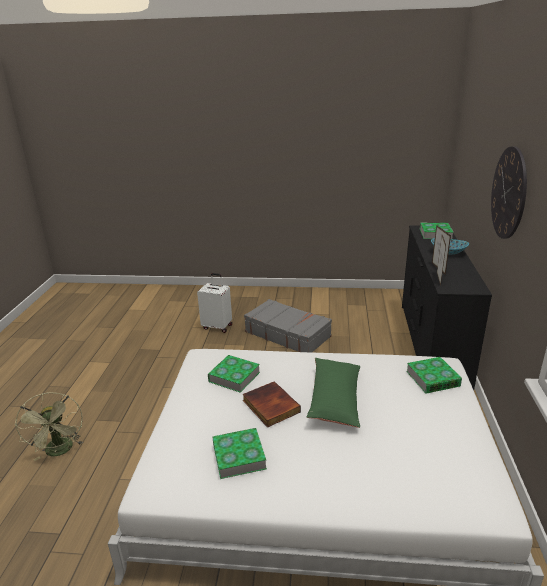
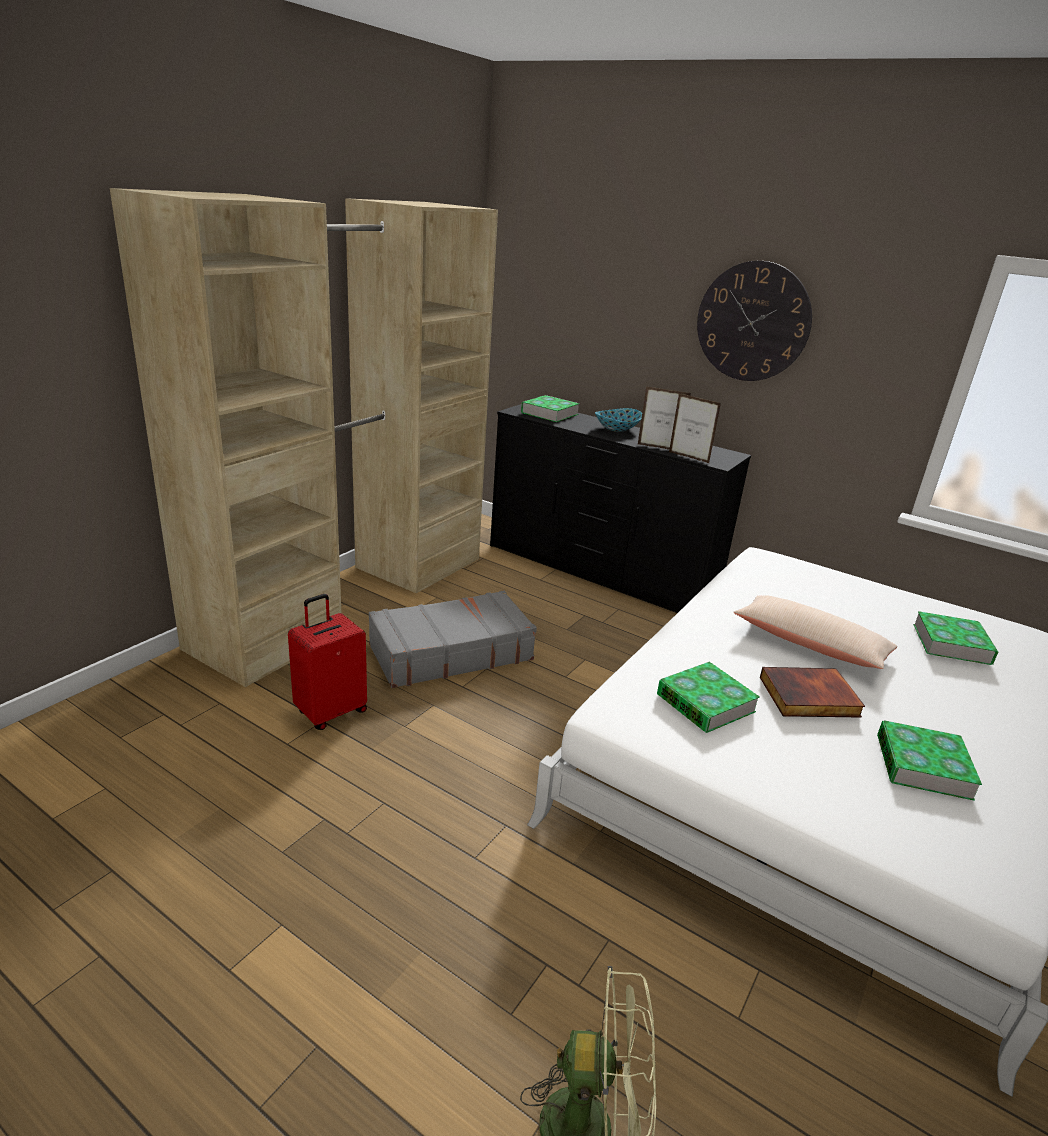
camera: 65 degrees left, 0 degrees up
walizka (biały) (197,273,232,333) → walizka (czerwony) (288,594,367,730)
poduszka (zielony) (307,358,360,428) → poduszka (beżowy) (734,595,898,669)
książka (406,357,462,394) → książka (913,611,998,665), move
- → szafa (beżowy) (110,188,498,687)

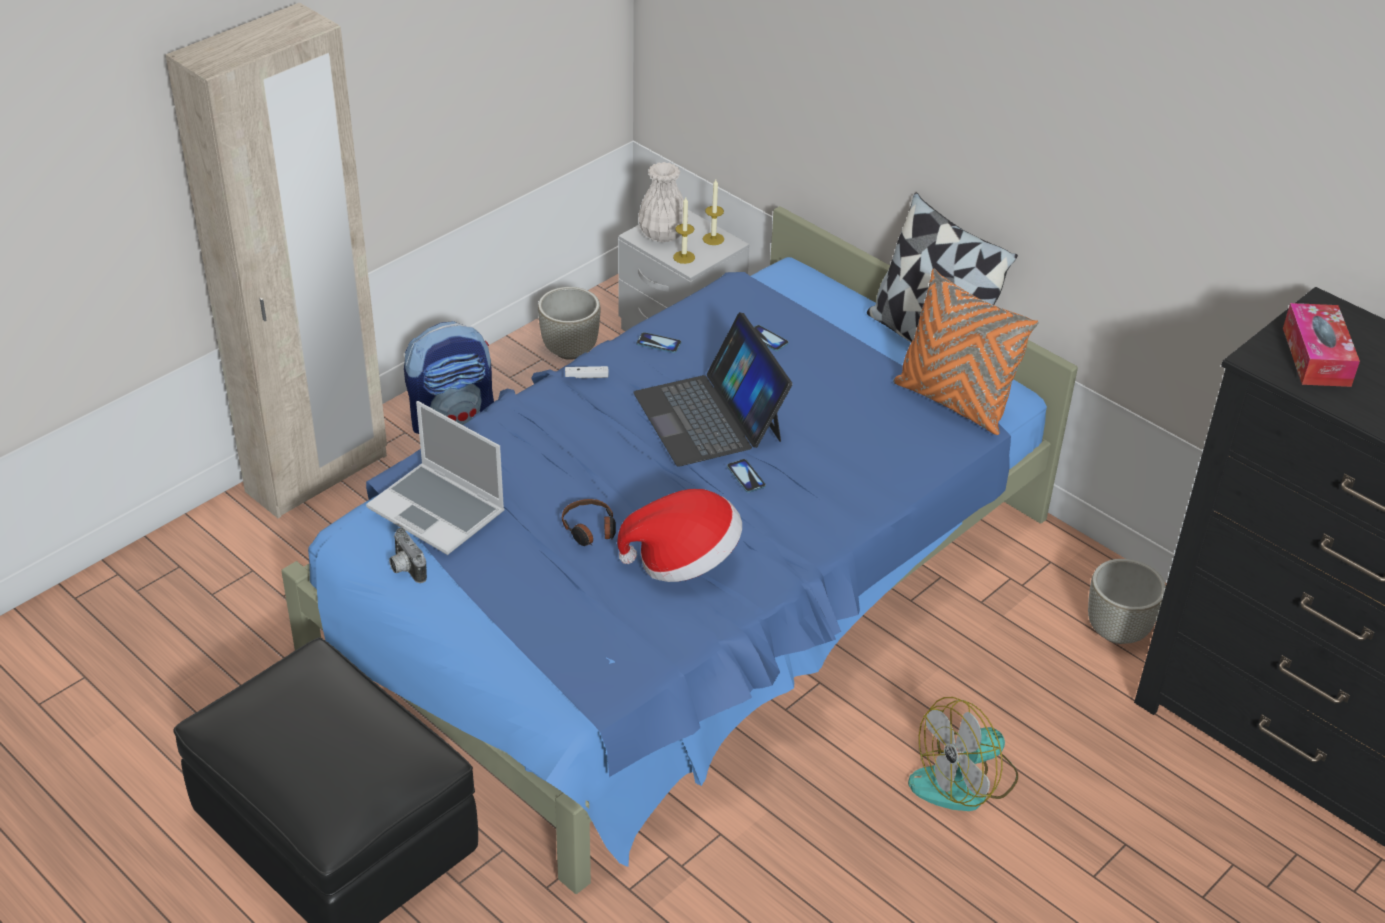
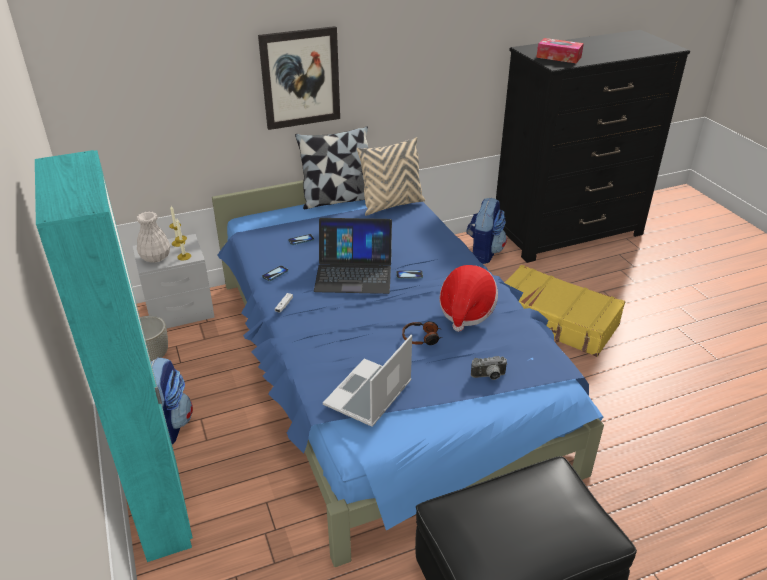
camera: 65 degrees left, 5 degrees down
szafa (beżowy) (166,3,387,518) → szafa (turkusowy) (35,150,193,562)
laptop (366,401,505,555) → laptop (323,335,412,427), 150 degrees clockwise
aparat fotograficzny (389,528,427,583) → aparat fotograficzny (471,356,508,380), move
poduszka (pomarańczowy) (893,269,1039,435) → poduszka (beżowy) (357,137,425,216)
wentylator (908,697,1018,811) → walizka (żółty) (504,265,625,357)
donica (szary) (1088,559,1166,644) → plecak (466,198,507,264)
- → obraz (258,26,340,130)

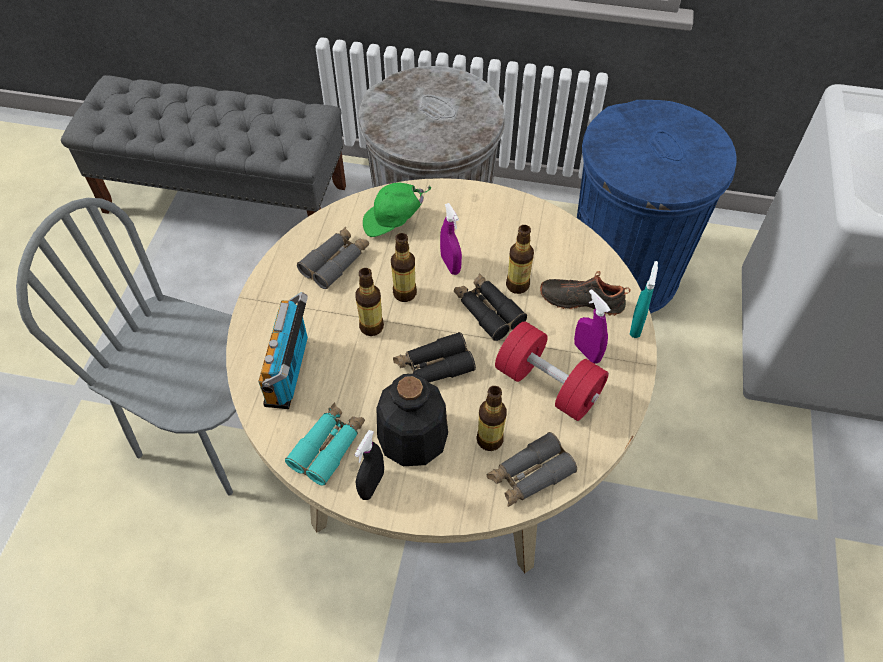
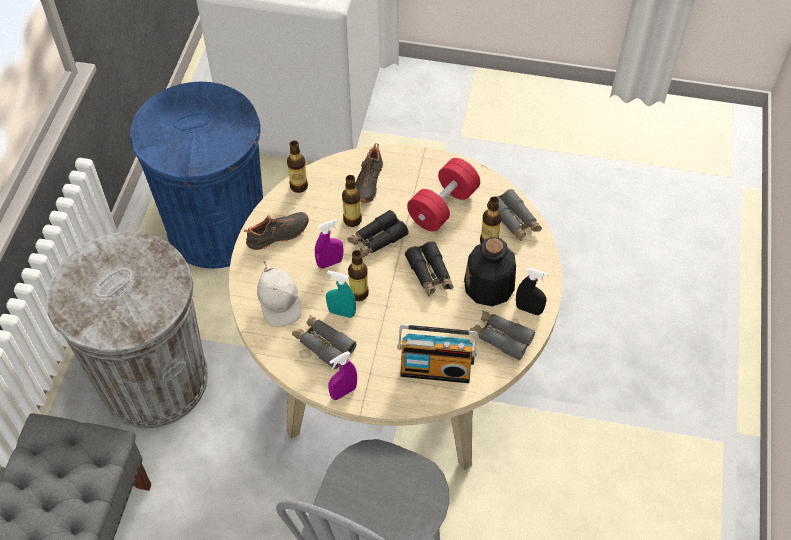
camera: 90 degrees left, 0 degrees up
lornetka (turkusowy) (285,402,365,486) → lornetka (szary) (470,310,535,360)
butelka (355,268,384,336) → butelka (287,140,308,193), move
czapka z daszkiem (zielony) (363,183,431,237) → czapka z daszkiem (biały) (257,261,301,327)
spryskiwacz (fioletowy) (574,289,610,364) → spryskiwacz (fioletowy) (328,351,357,400), move
spryskiwacz (turkusowy) (630,261,658,338) → spryskiwacz (turkusowy) (326,271,356,318), move
- → but (czarny) (244,212,309,250)

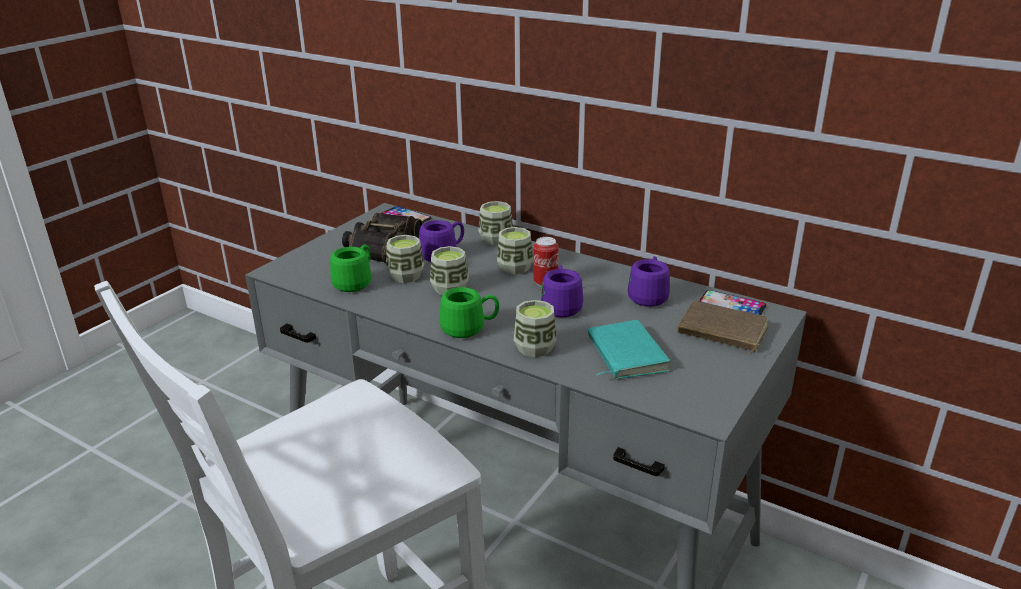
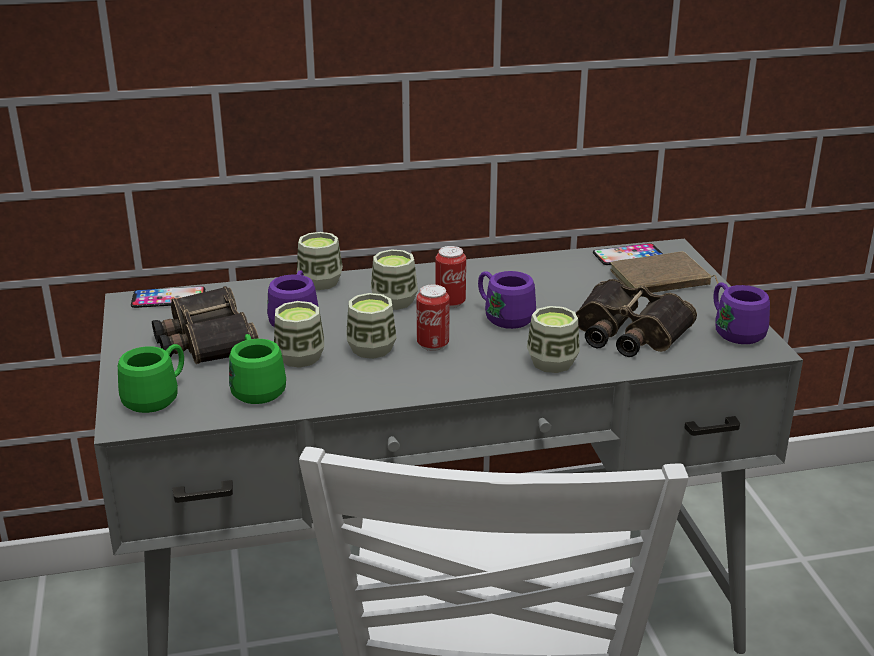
camera: 45 degrees left, 0 degrees up
kubek (zielony) (440,287,499,338) → kubek (zielony) (118,344,184,413), move
książka (turkusowy) (588,320,670,379) → lornetka (576,279,697,357)
kubek (fioletowy) (628,256,670,307) → kubek (fioletowy) (713,282,770,344), move
- → puszka (416,284,449,351)

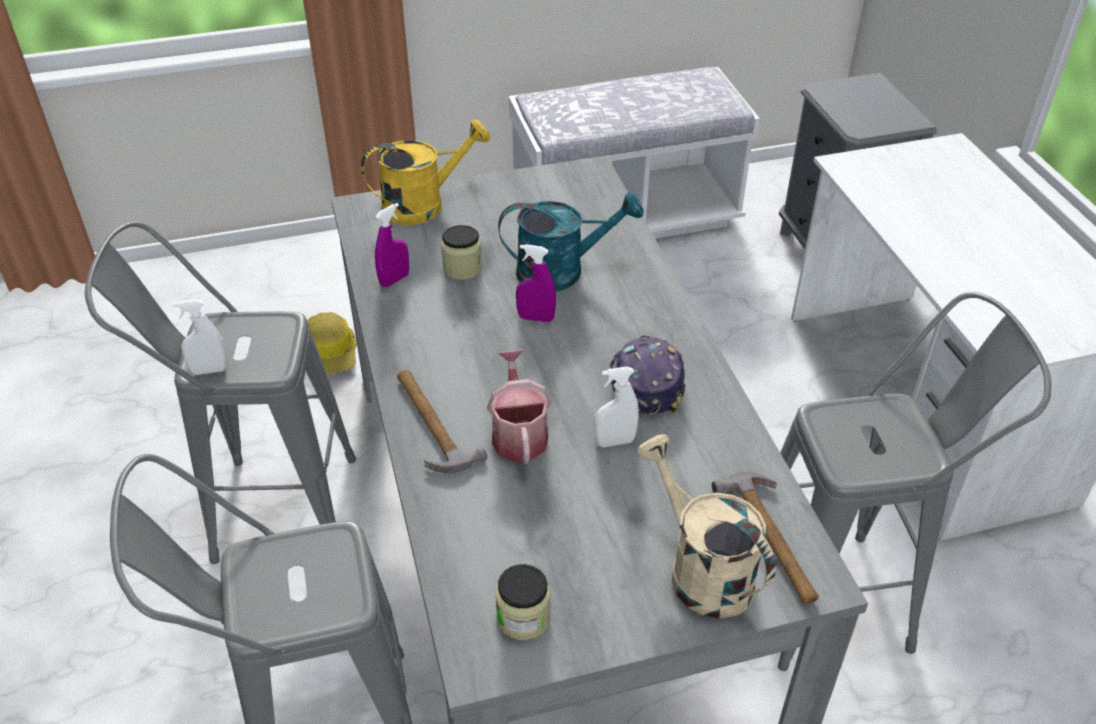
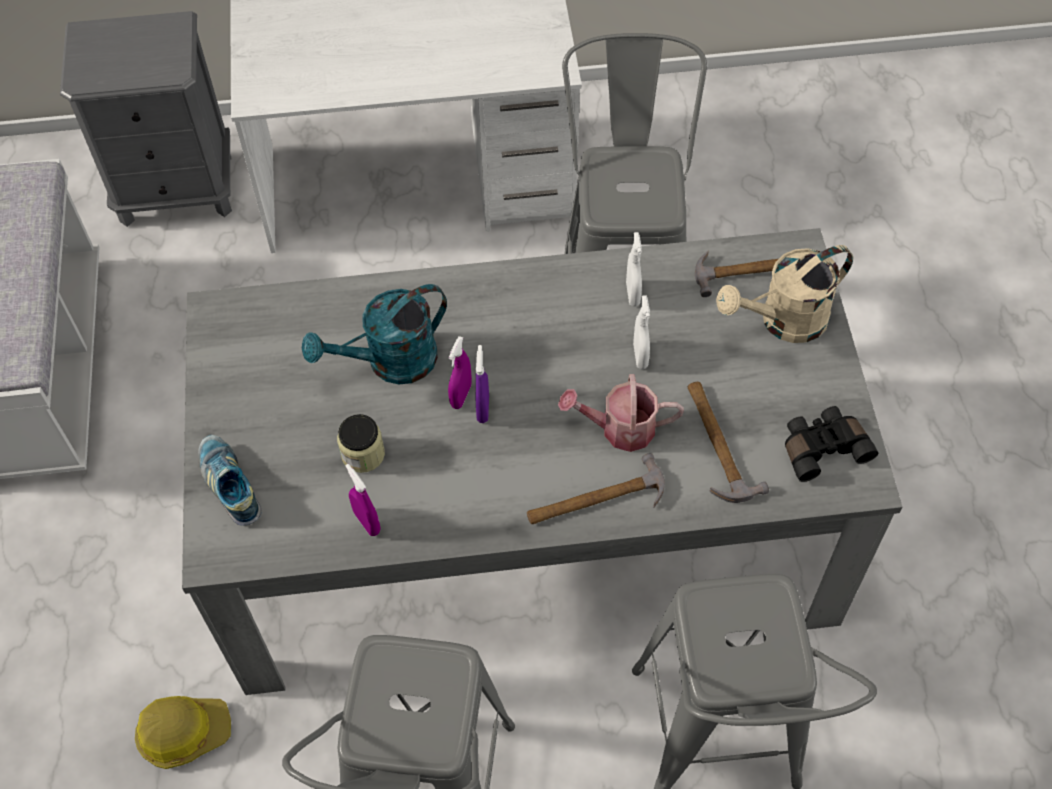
camera: 80 degrees left, 15 degrees up
spryskiwacz (biały) (173,299,228,375) → spryskiwacz (biały) (626,232,642,307), move
konewka (żółty) (361,120,490,225) → but (198,435,262,526)
słoik (495,564,550,640) → lornetka (czarny) (785,406,878,482)
konewka (turkusowy) (498,192,643,291) → konewka (turkusowy) (302,284,447,384), 120 degrees counterclockwise
czapka z daszkiem (609,336,686,415) → -
- → spryskiwacz (fioletowy) (476,345,489,423)
- → młotek (688,382,769,503)

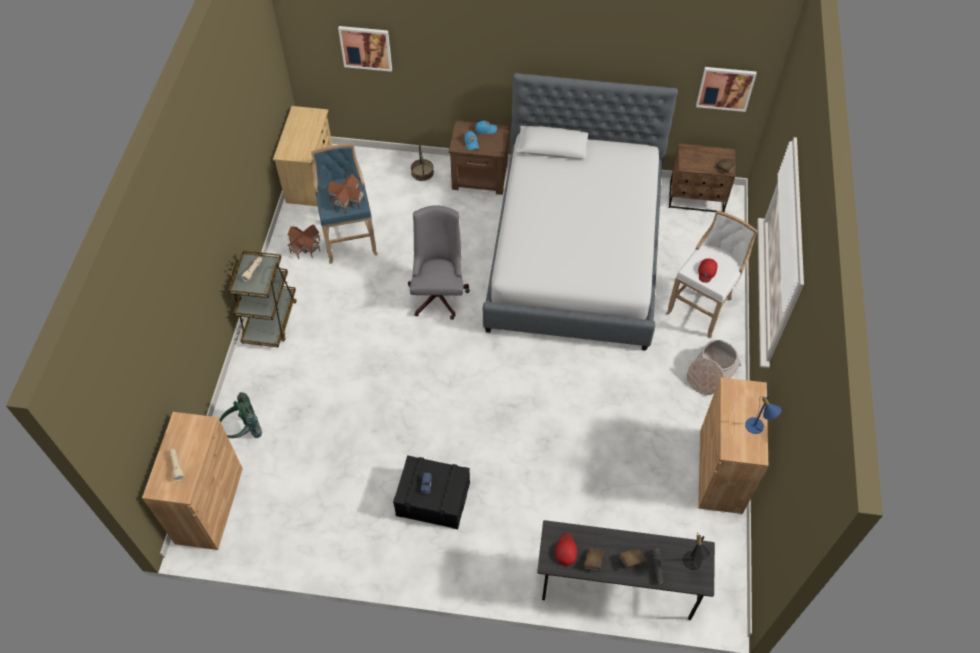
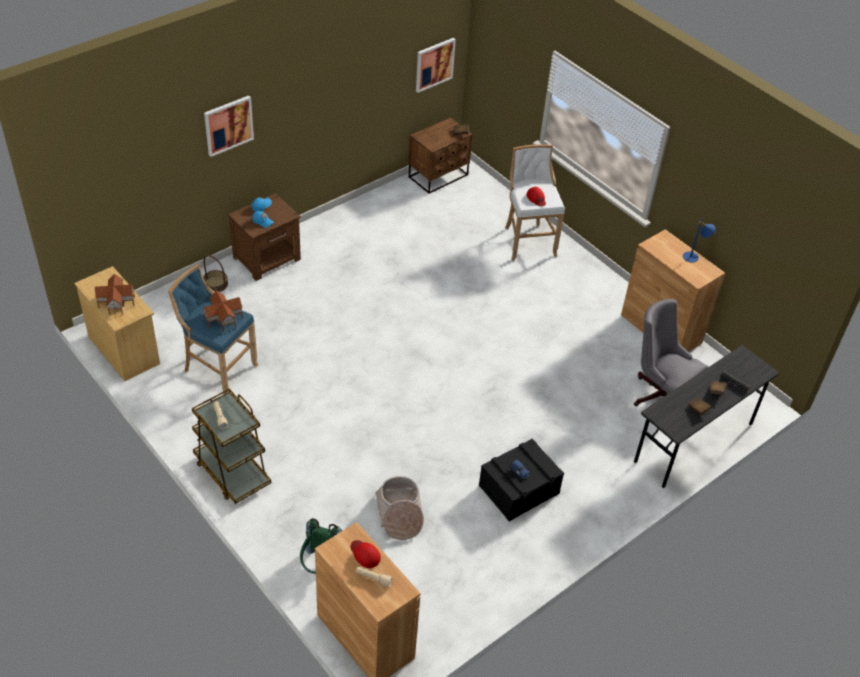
camera: 50 degrees left, 10 degrees down
domek (287,224,320,259) → domek (95,274,135,315), move
obraz (338,26,392,72) → obraz (204,96,254,157), move
krzesło biurowe (szary) (408,205,470,320) → krzesło biurowe (szary) (634,299,708,406), move
łóżko (483,73,678,351) → -
czapka z daszkiem (czerwony) (555,533,577,566) → czapka z daszkiem (czerwony) (351,540,381,568), move
lampa stołowa (czarny) (682,533,711,570) → -
koszyk (687,340,741,395) → koszyk (375,476,424,540), move

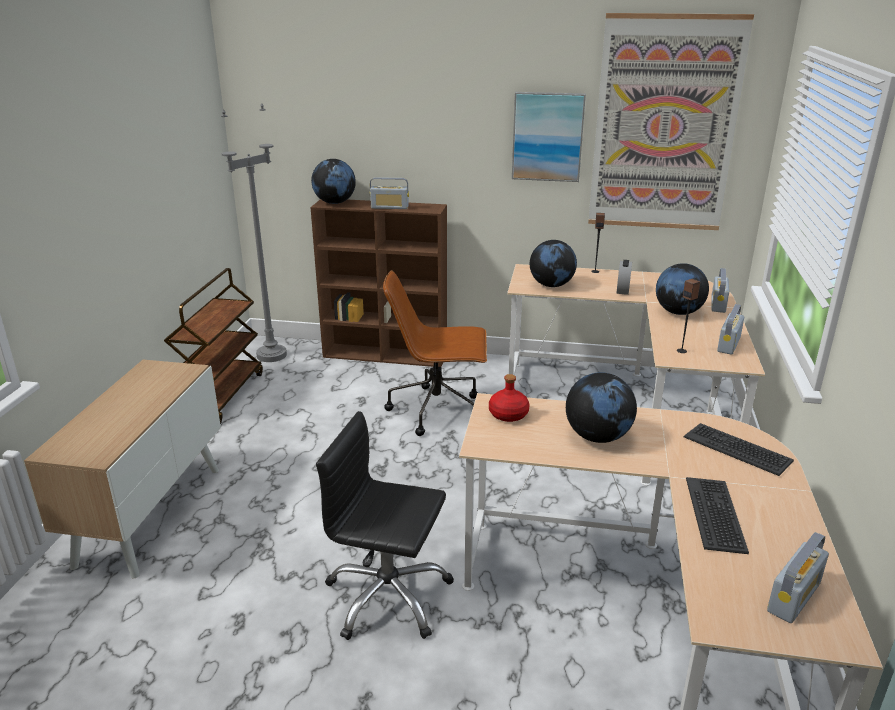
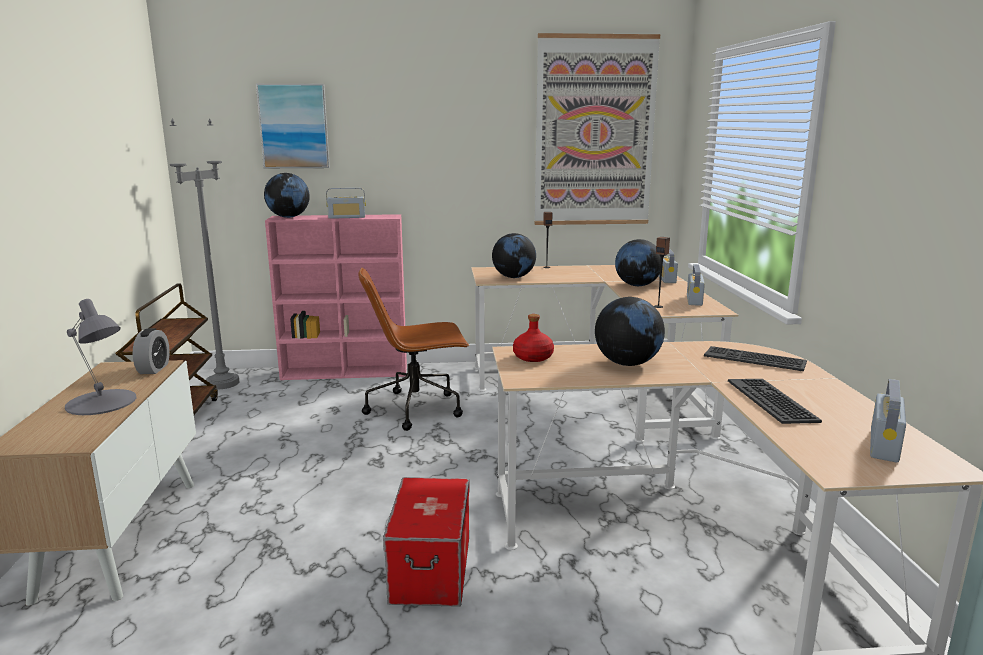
camera: 15 degrees left, 10 degrees down
regał (brązowy) (310,199,447,367) → regał (różowy) (265,214,407,380)
krzesło biurowe (czarny) (316,411,454,640) → pojemnik do przechowywania (383,477,469,607)
obraz (512,92,586,182) → obraz (256,84,330,168), move
budzik (616,260,632,295) → budzik (133,328,170,374), move
- → lampa stołowa (szary) (65,299,136,415)

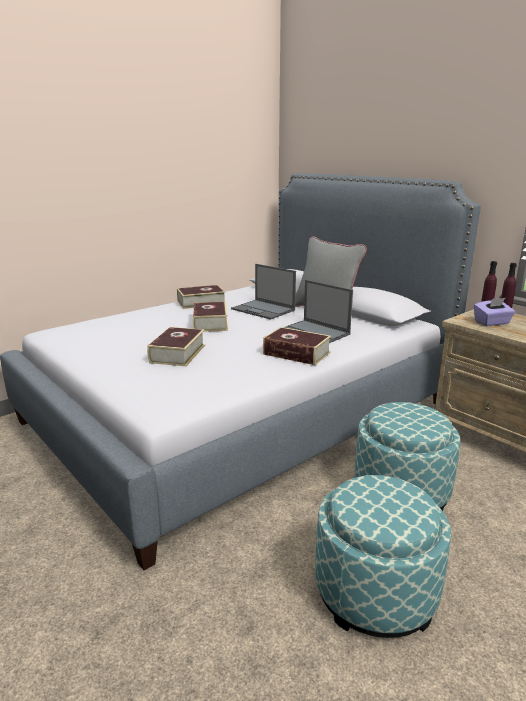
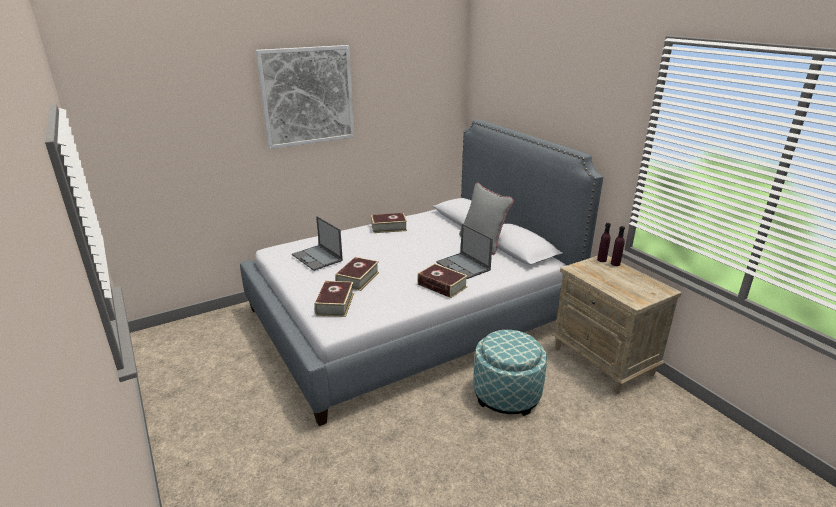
camera: 10 degrees right, 5 degrees up
książka (193,302,228,332) → książka (314,281,354,317), move
laptop (231,264,296,320) → laptop (292,216,343,271), move
pufa (316,475,451,638) → -
pudełko chusteczek (fioletowy) (474,298,515,326) → -
- → obraz (256,45,354,149)

